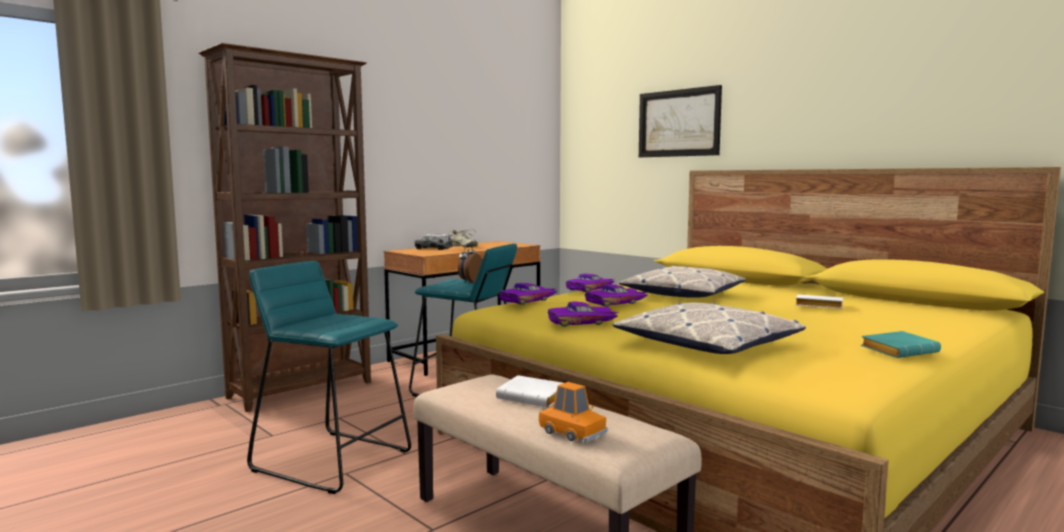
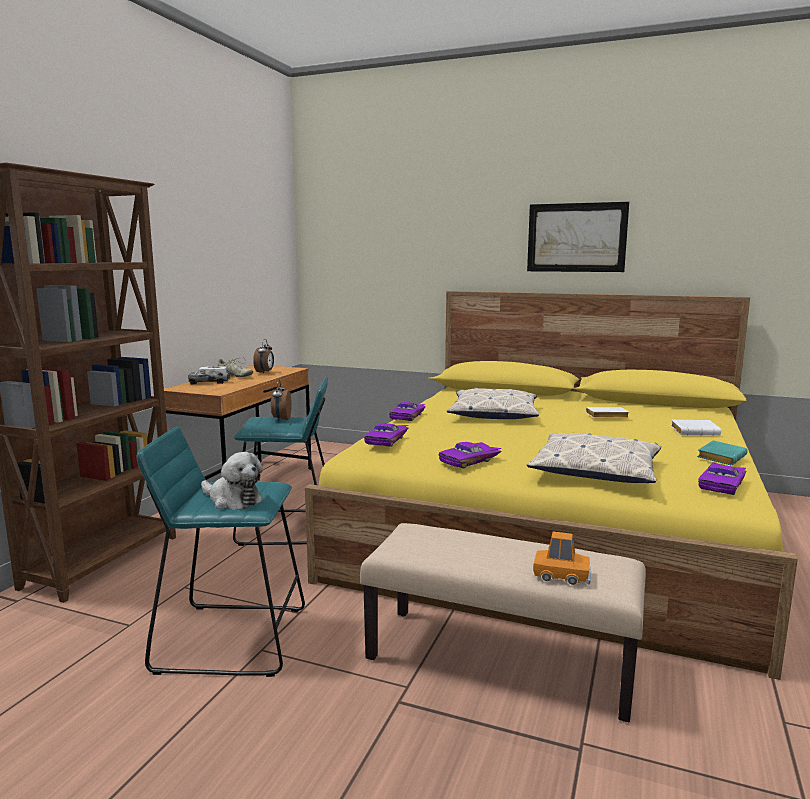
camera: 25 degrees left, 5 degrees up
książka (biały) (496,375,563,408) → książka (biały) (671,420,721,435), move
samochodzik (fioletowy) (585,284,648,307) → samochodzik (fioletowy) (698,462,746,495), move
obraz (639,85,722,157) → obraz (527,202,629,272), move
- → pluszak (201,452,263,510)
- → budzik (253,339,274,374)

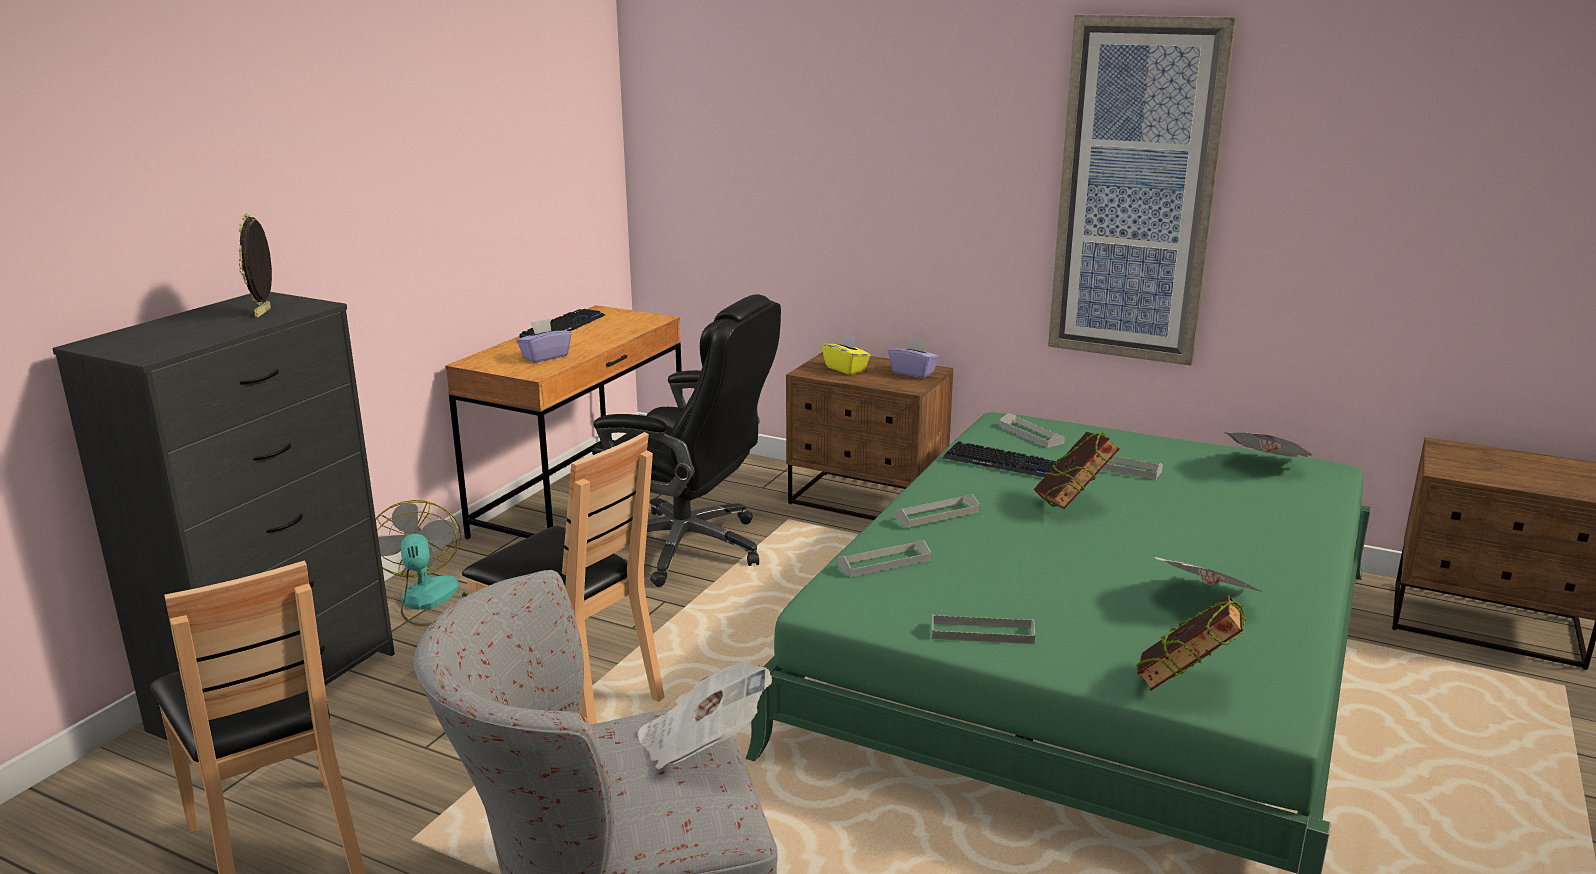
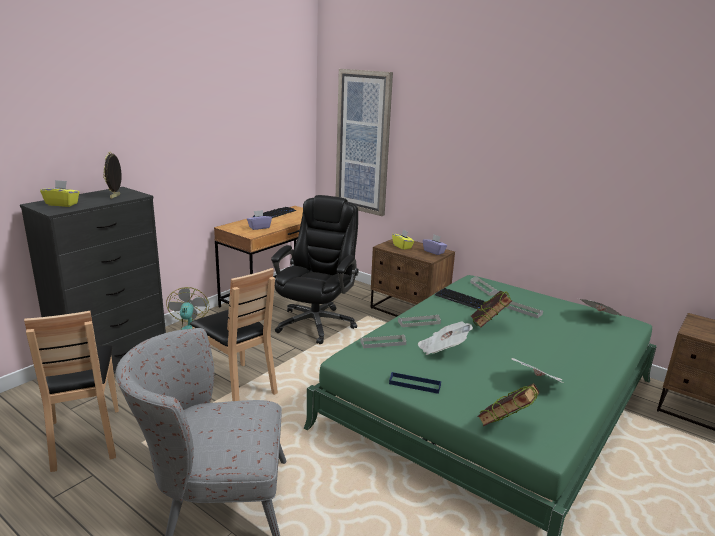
camera: 10 degrees right, 0 degrees up
krzesło biurowe (czarny) (592,294,781,587) → krzesło biurowe (czarny) (271,195,359,344), 105 degrees counterclockwise
gazeta (637,660,772,769) → gazeta (418,321,473,355), move
taca (szary) (932,614,1035,644) → taca (niebieski) (389,372,441,394)
obraz (1048,14,1237,366) → obraz (336,69,393,216), move
- → pudełko chusteczek (żółty) (40,180,80,207)

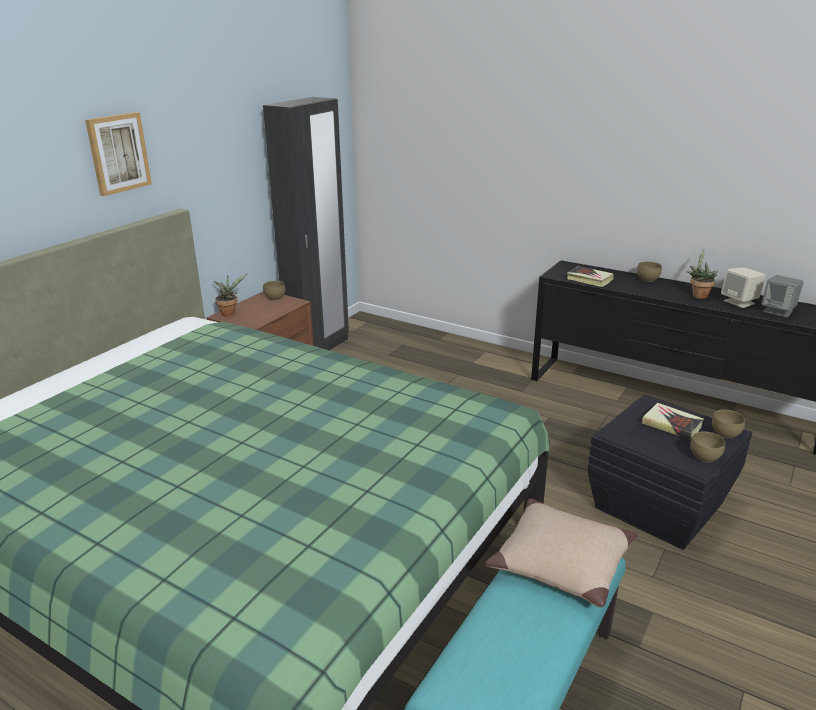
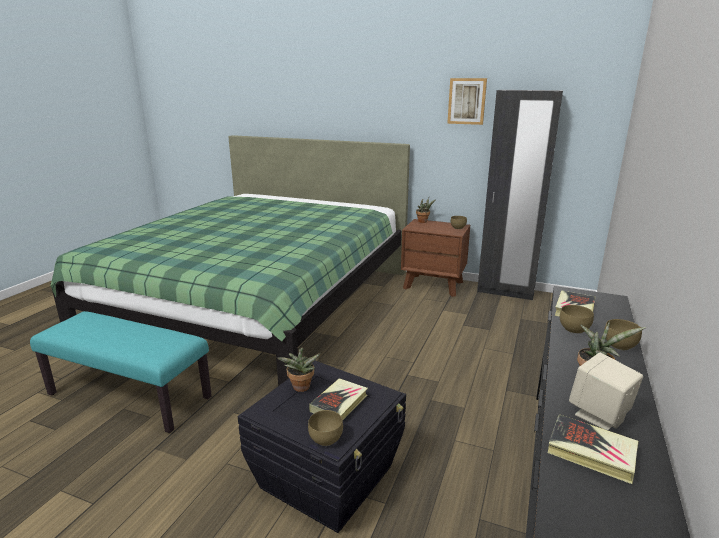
camera: 80 degrees right, 5 degrees down
obraz (85,112,152,196) → obraz (447,78,487,125), move
poduszka (beżowy) (485,498,638,608) → -
miska (brązowy) (690,431,725,462) → miska (brązowy) (560,305,594,334), move
głośnik (szary) (762,275,803,317) → książka (548,414,639,484)
- → roślina doniczkowa (277,347,321,392)

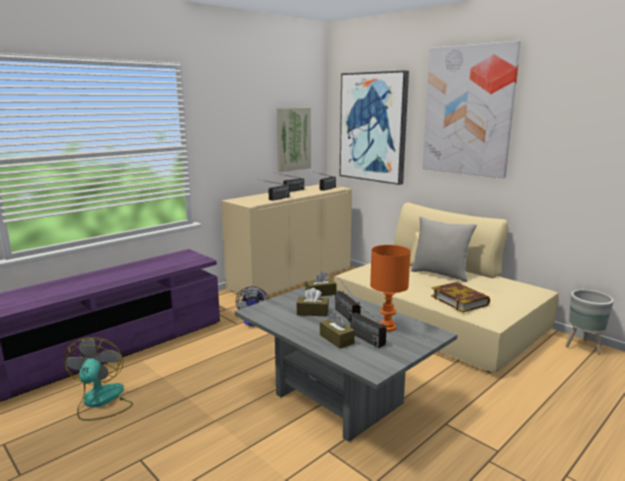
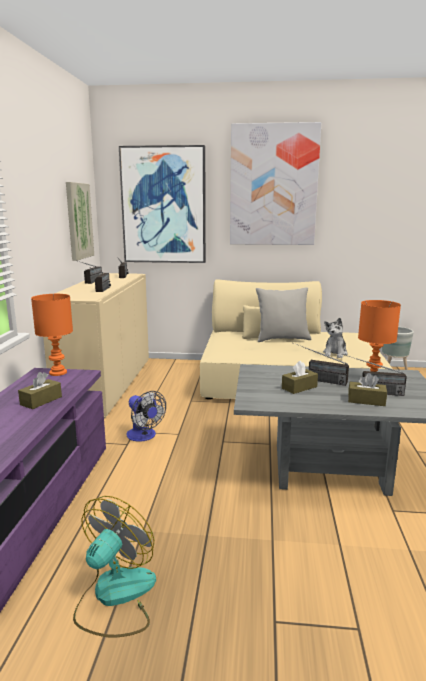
camera: 40 degrees left, 0 degrees up
wentylator (63,337,133,421) → wentylator (73,496,156,638), 75 degrees clockwise
pudełko chusteczek (brązowy) (306,271,337,297) → pudełko chusteczek (brązowy) (18,372,62,409), move
książka (431,282,490,313) → pluszak (323,318,348,358)
- → lampa stołowa (pomarańczowy) (31,294,73,376)

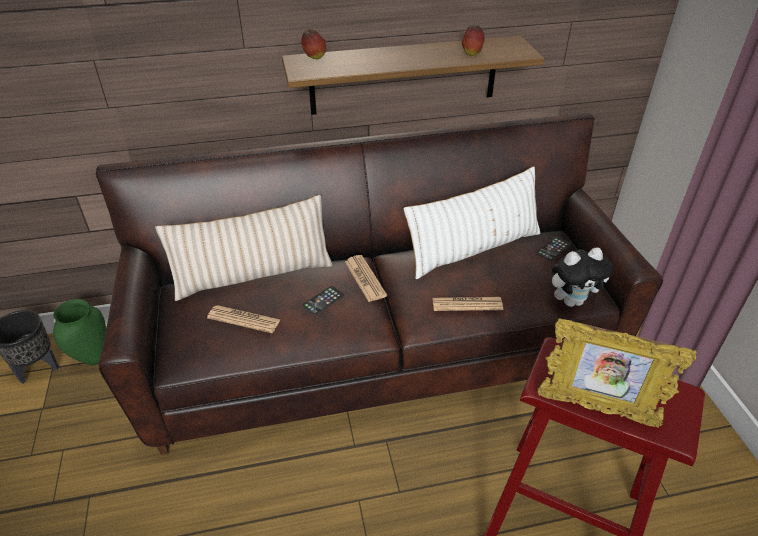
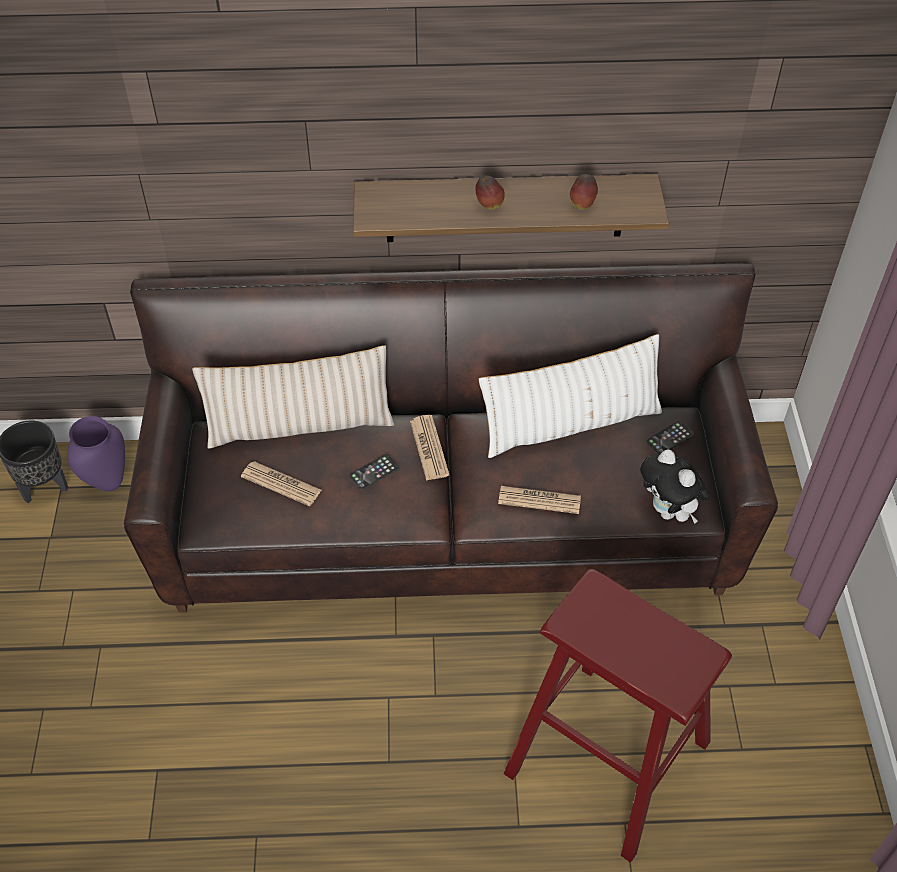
camera: 10 degrees right, 10 degrees up
wazon (zielony) (53,299,106,365) → wazon (fioletowy) (67,416,125,491)
jabłko (301,29,326,59) → jabłko (475,175,505,210), move
ramka na zdjęcie (537,318,697,427) → -
pluszak (552,248,613,307) → pluszak (640,449,710,524), 60 degrees clockwise

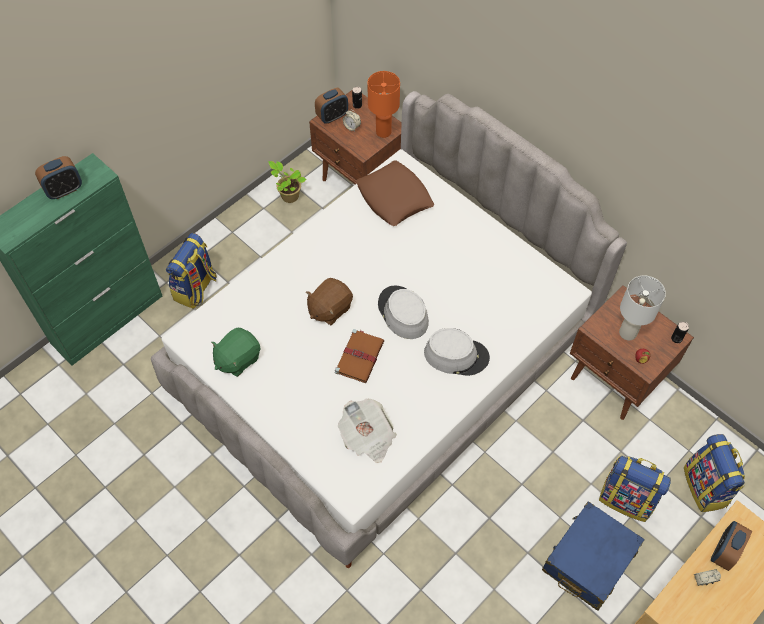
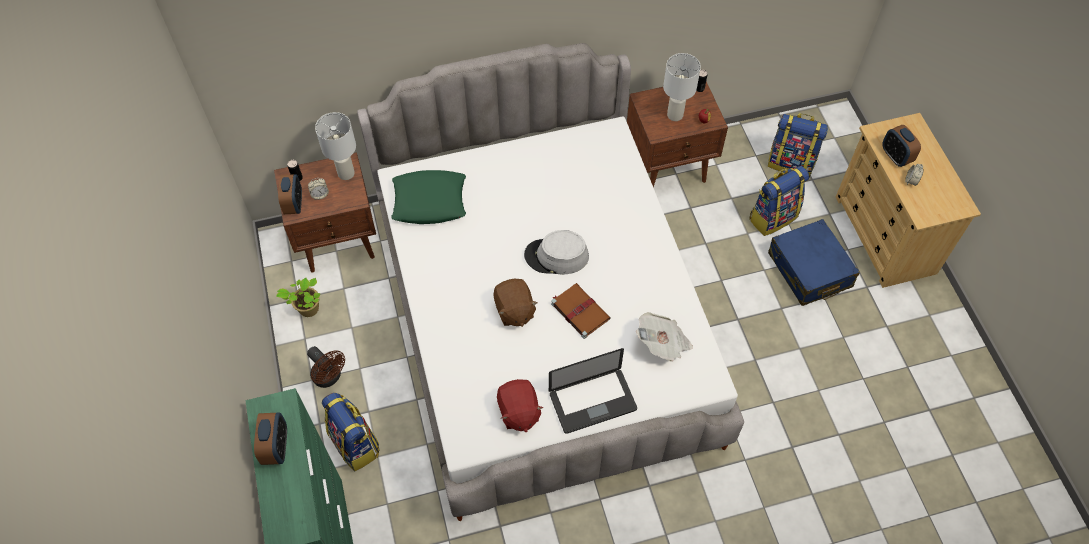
camera: 60 degrees left, 0 degrees up
pluszak (zielony) (211,328,261,377) → pluszak (czerwony) (497,379,543,432)
poduszka (brązowy) (356,160,434,226) → poduszka (zielony) (391,170,466,224)
lampa stołowa (pomarańczowy) (367,71,400,138) → lampa stołowa (biały) (315,112,356,180)
kapelusz (szary) (424,328,490,376) → -
- → wentylator (brązowy) (307,346,345,388)
- → laptop (549,348,637,434)

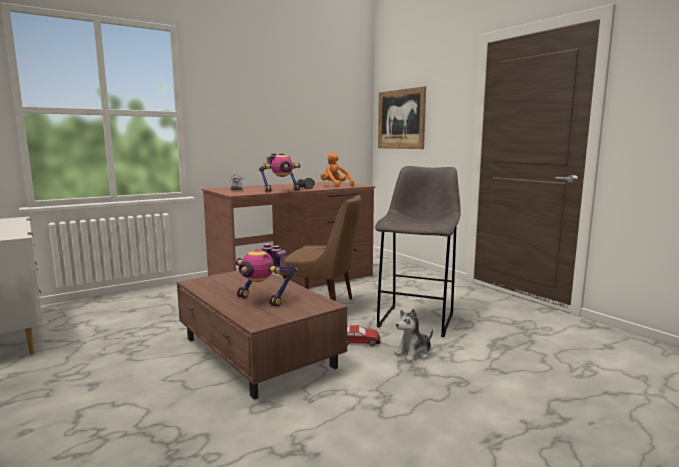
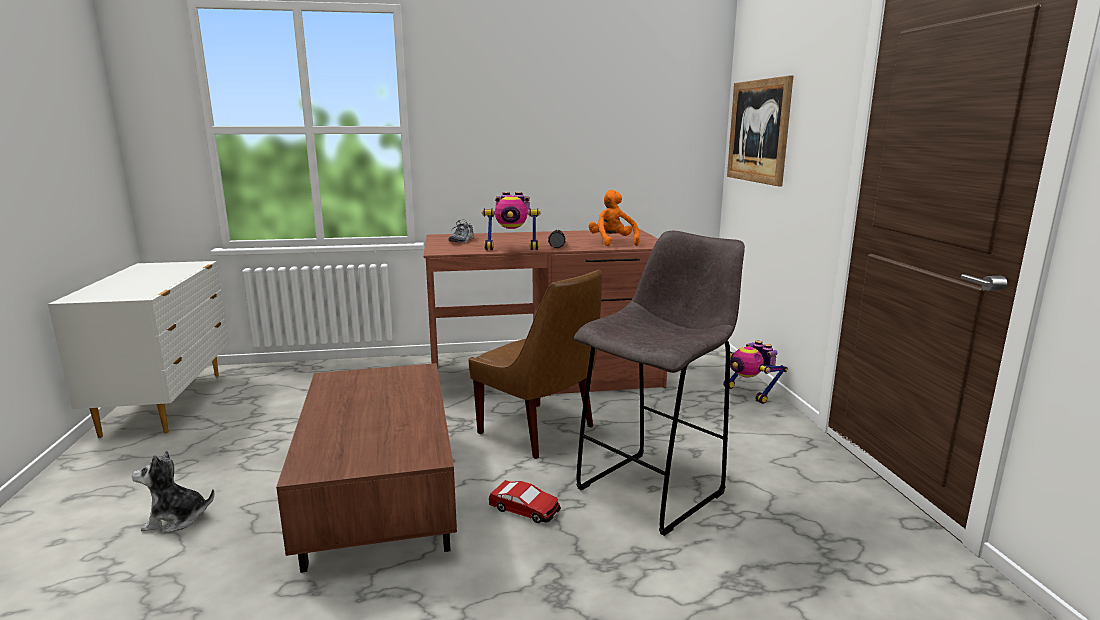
camera: 25 degrees right, 5 degrees up
robot zabawkowy (236,244,298,307) → robot zabawkowy (723,341,788,404), move
pluszak (394,309,433,362) → pluszak (132,451,214,533), move

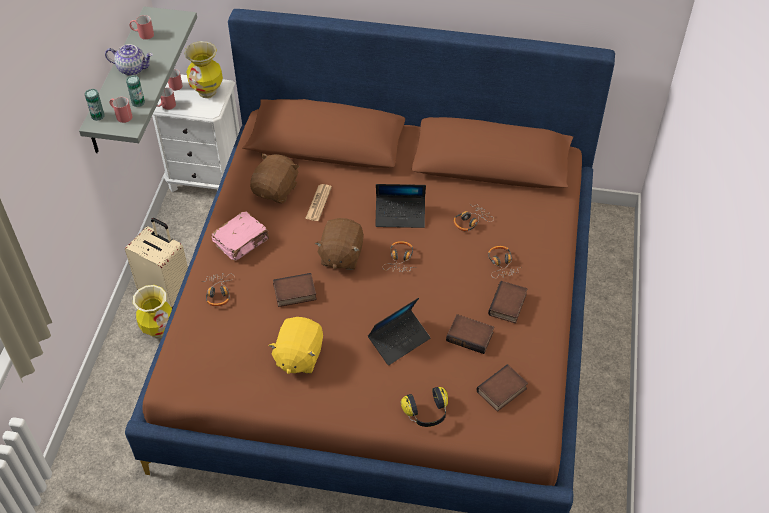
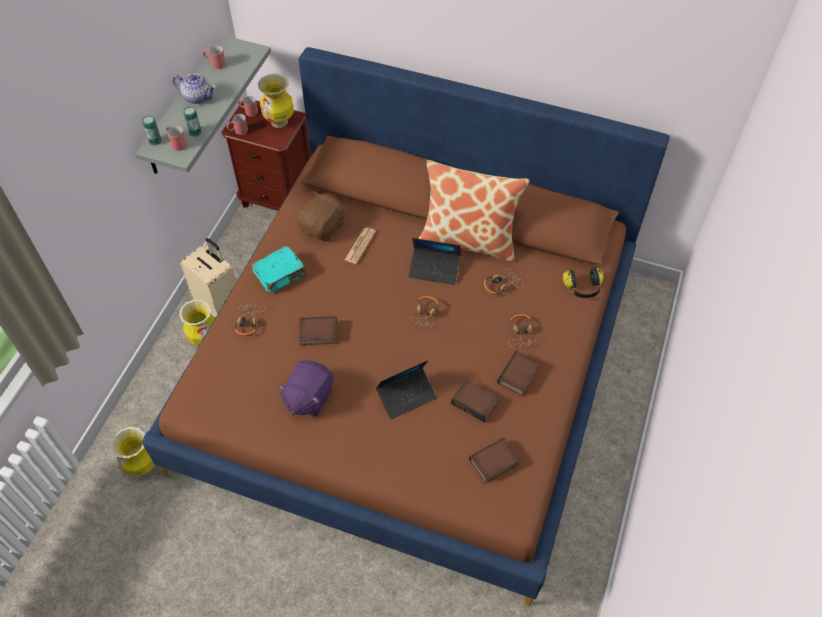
camera: 10 degrees right, 5 degrees up
szafka nocna (biały) (152,74,240,192) → szafka nocna (brązowy) (221,100,311,211)
książka (różowy) (211,211,269,260) → książka (turkusowy) (251,246,306,293)
pluszak (żółty) (268,317,323,374) → pluszak (fioletowy) (278,361,333,416)
pluszak (brązowy) (315,218,364,270) → -
słuchawki (401,387,448,427) → słuchawki (562,267,603,298), move
- → wazon (111,427,155,476)
- → poduszka (418,160,530,262)

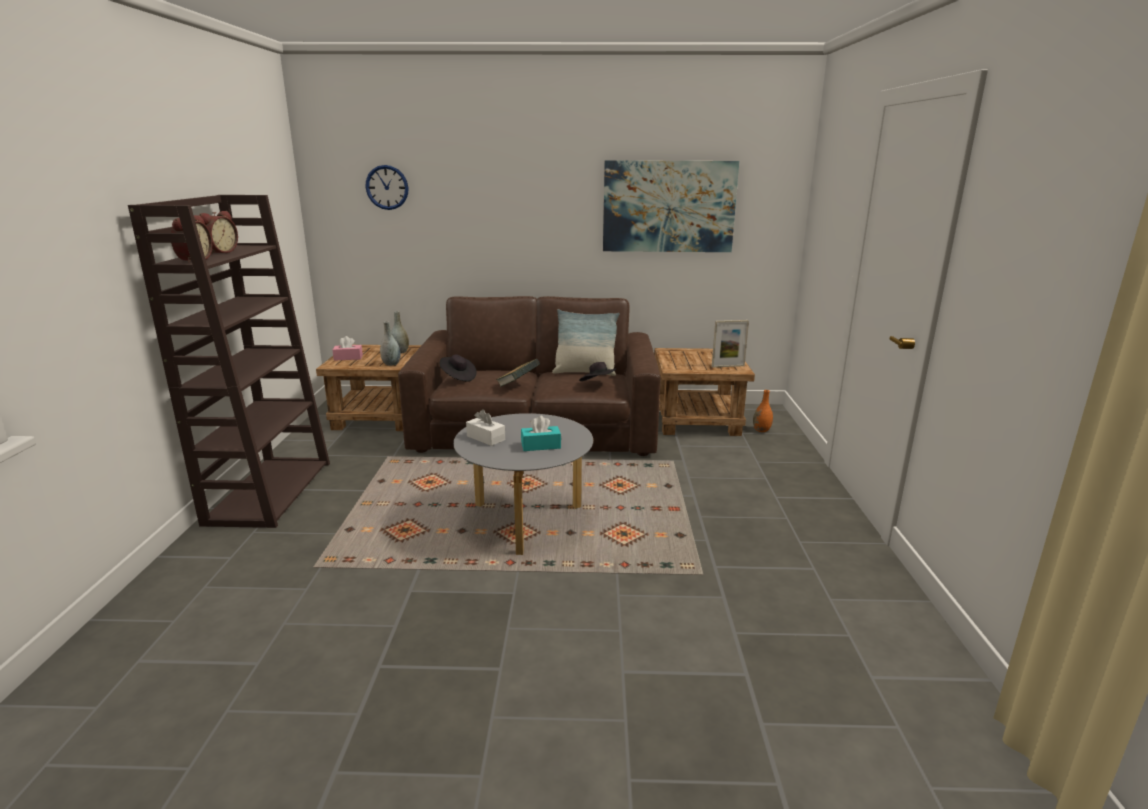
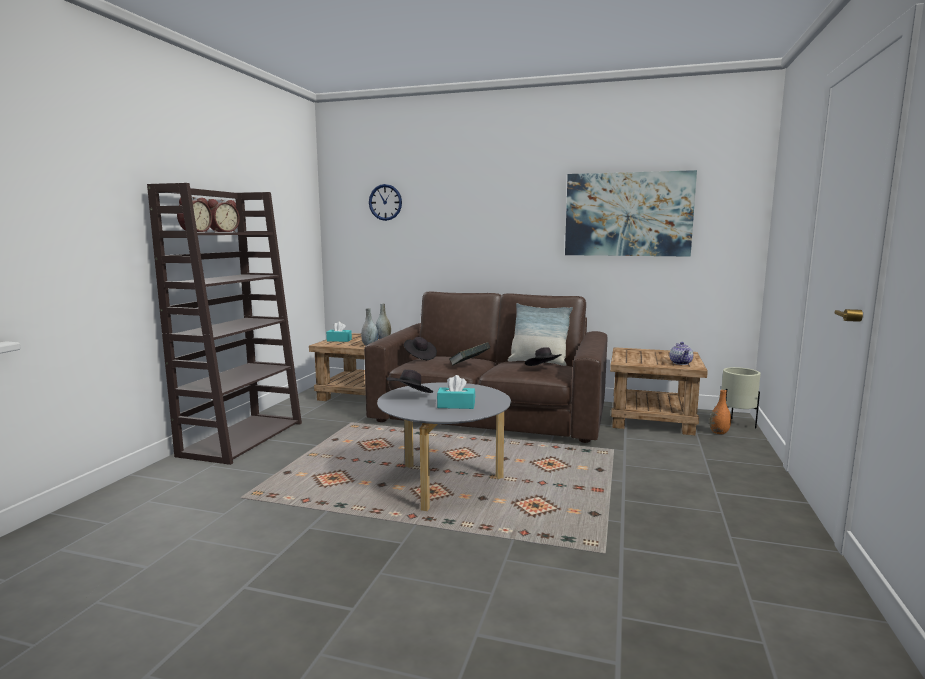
camera: 15 degrees right, 10 degrees down
pudełko chusteczek (różowy) (332,336,363,361) → pudełko chusteczek (turkusowy) (326,322,352,342)
pudełko chusteczek (biały) (466,409,505,446) → kapelusz (czarny) (386,370,433,393)
ramka na zdjęcie (712,320,749,368) → imbryk (670,342,693,365)
- → donica (beżowy) (721,367,761,428)

